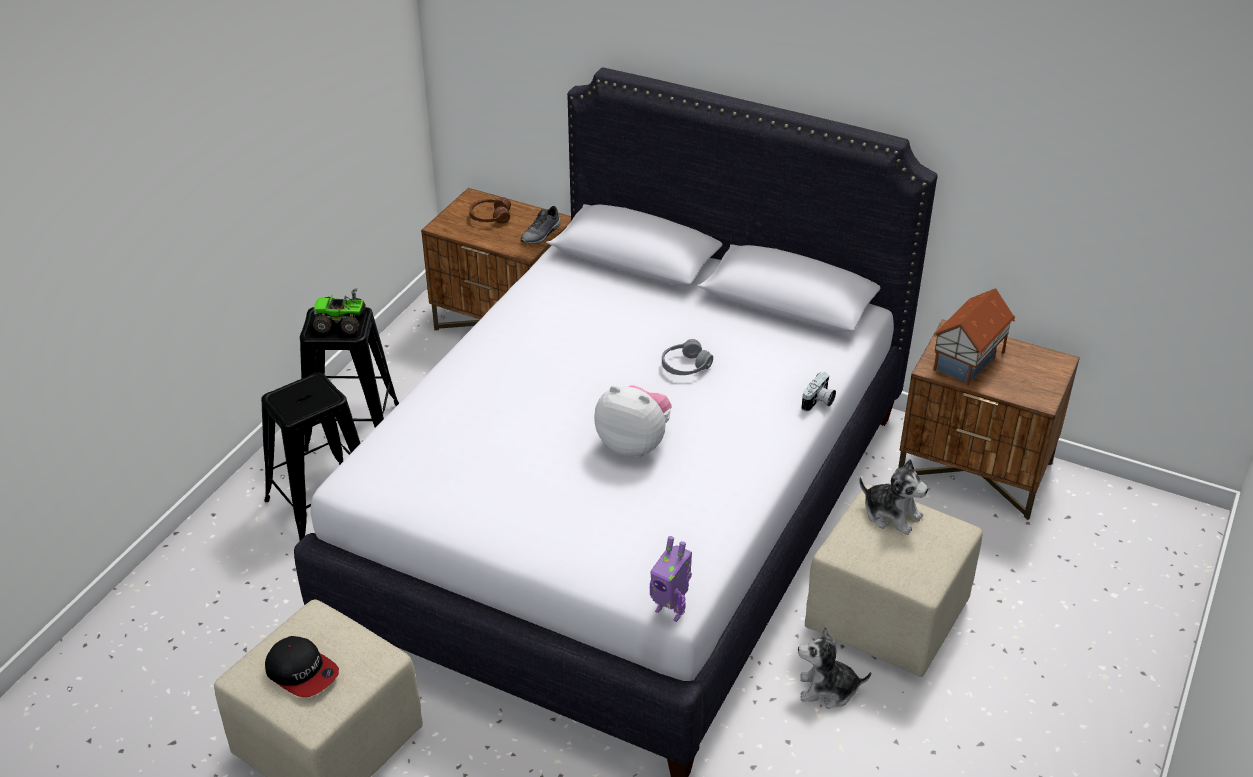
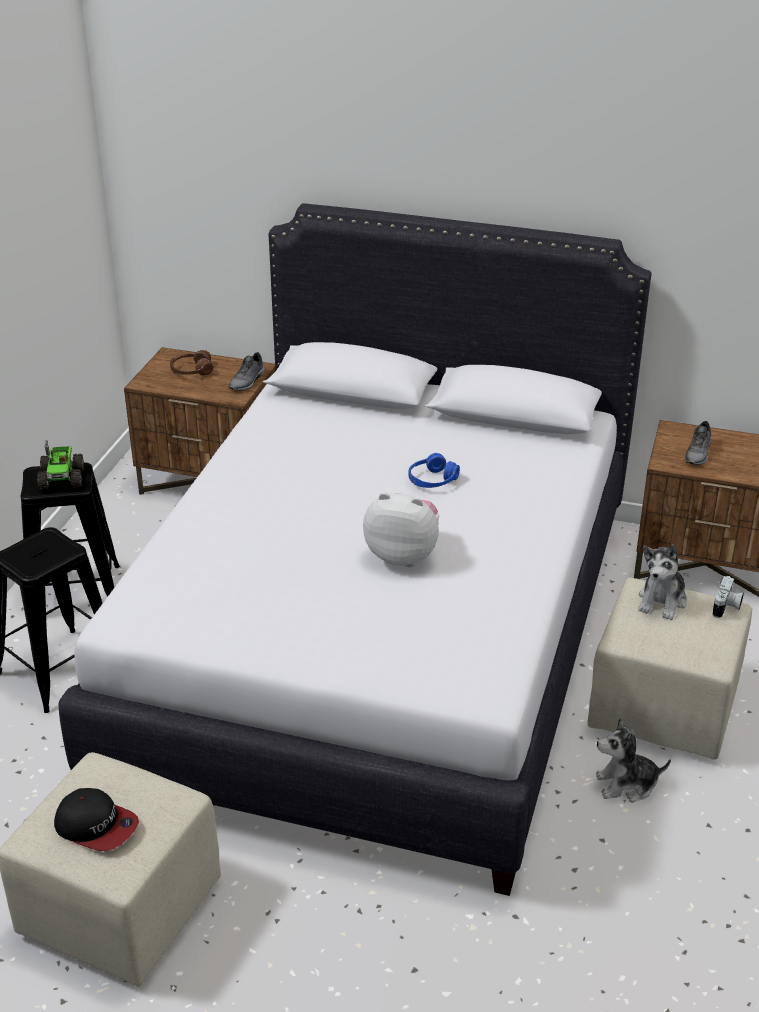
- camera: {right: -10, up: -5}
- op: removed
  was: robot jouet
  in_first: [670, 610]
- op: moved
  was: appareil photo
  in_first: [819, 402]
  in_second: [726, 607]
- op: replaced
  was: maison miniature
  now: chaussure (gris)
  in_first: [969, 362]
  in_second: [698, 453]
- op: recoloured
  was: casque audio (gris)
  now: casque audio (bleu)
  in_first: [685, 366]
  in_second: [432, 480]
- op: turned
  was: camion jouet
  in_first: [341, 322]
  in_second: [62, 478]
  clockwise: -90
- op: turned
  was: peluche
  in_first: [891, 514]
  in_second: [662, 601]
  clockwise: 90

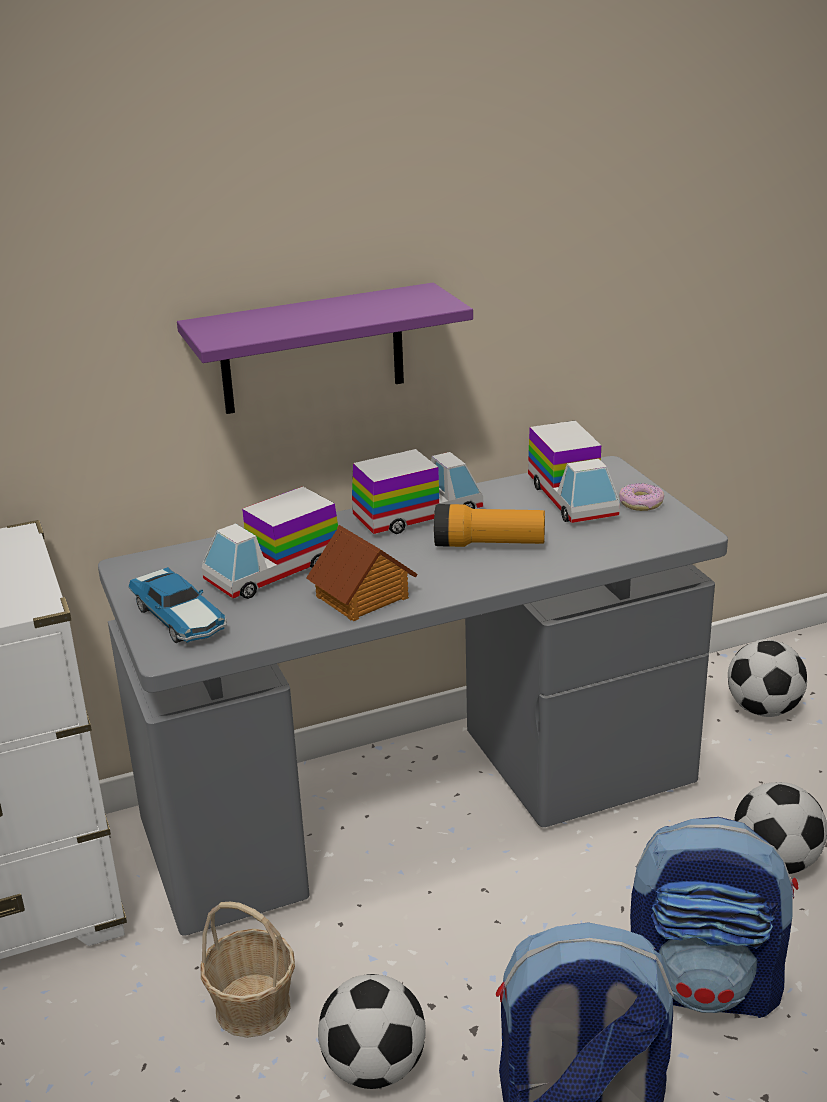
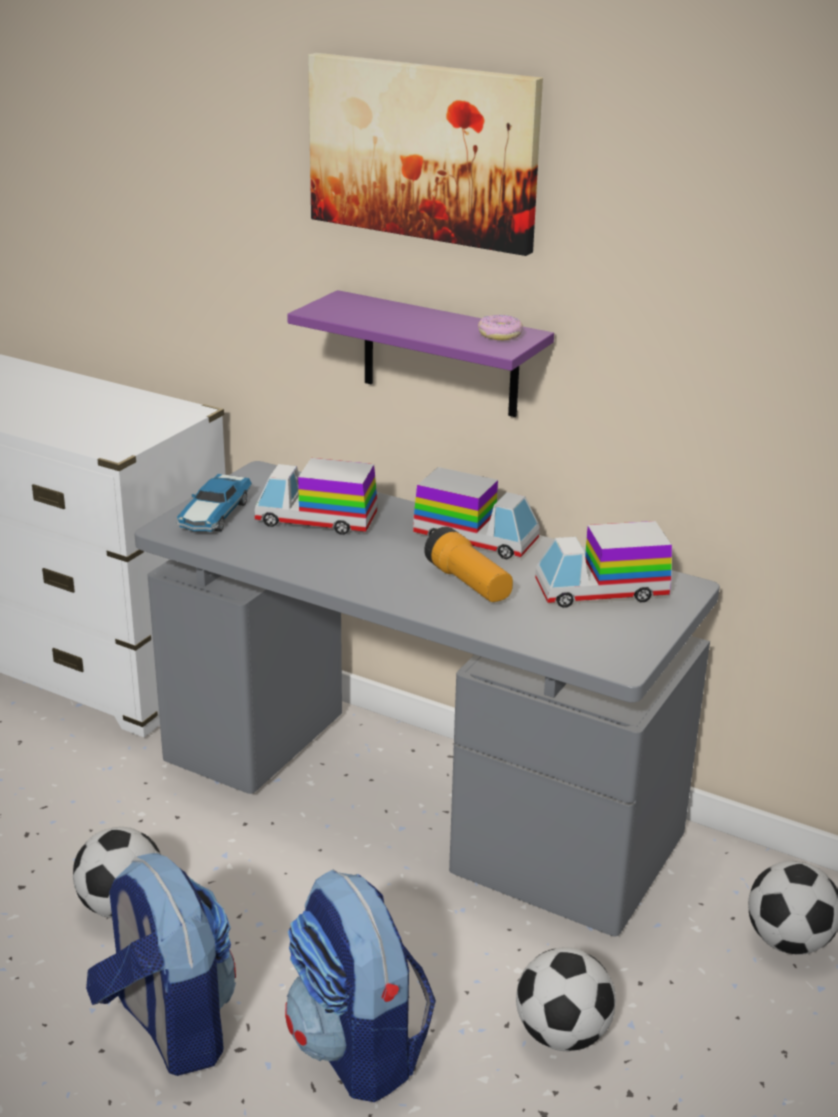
- camera: {right: 50, up: 0}
- op: removed
  was: panier
  in_first: [252, 1006]
- op: removed
  was: maison miniature
  in_first: [363, 597]
- op: added
  now: tableau
  in_second: [423, 151]
- op: moved
  was: beignet
  in_first: [641, 503]
  in_second: [499, 335]
- op: turned
  was: camion jouet
  in_first: [572, 499]
  in_second: [601, 591]
  clockwise: 45

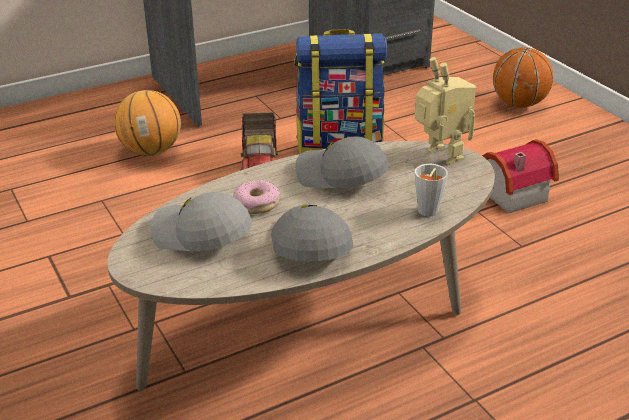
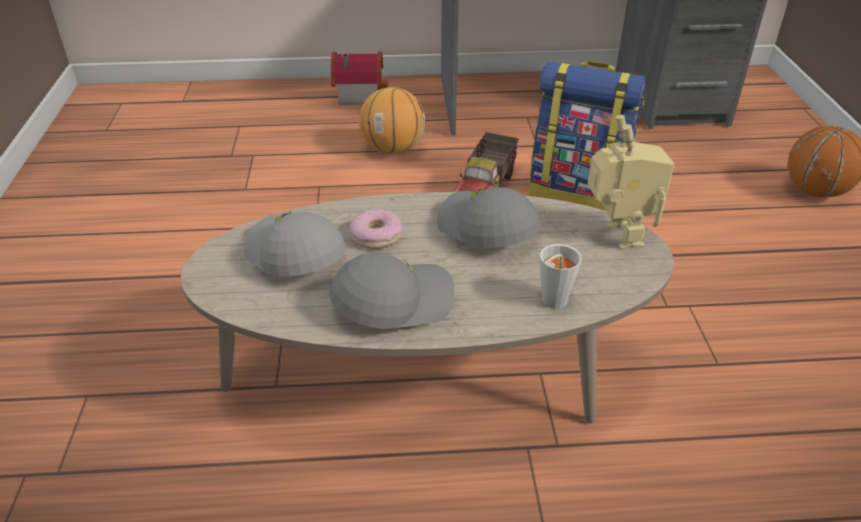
- camera: {right: 25, up: 5}
- op: moved
  was: maison miniature
  in_first: [509, 194]
  in_second: [358, 94]
- op: turned
  was: casquette (gris)
  in_first: [309, 245]
  in_second: [393, 301]
  clockwise: 45

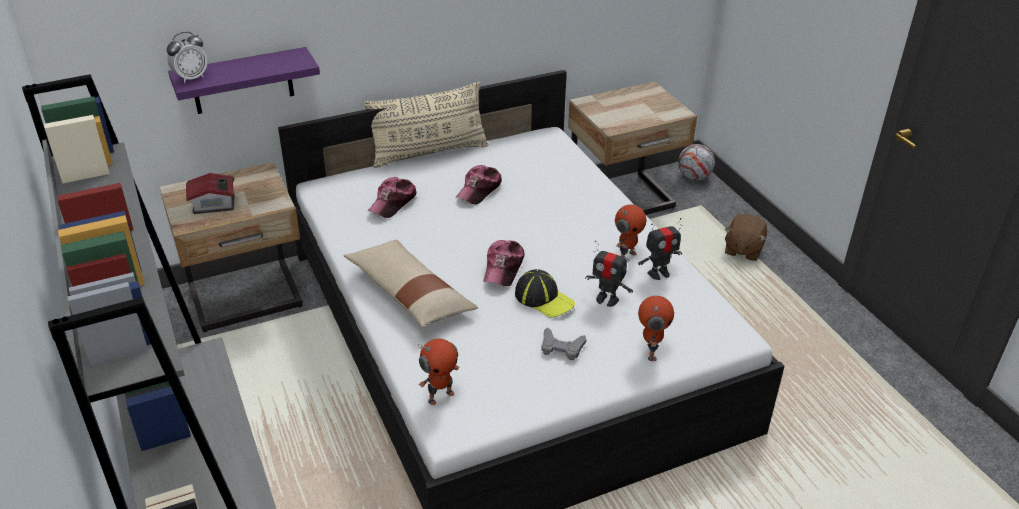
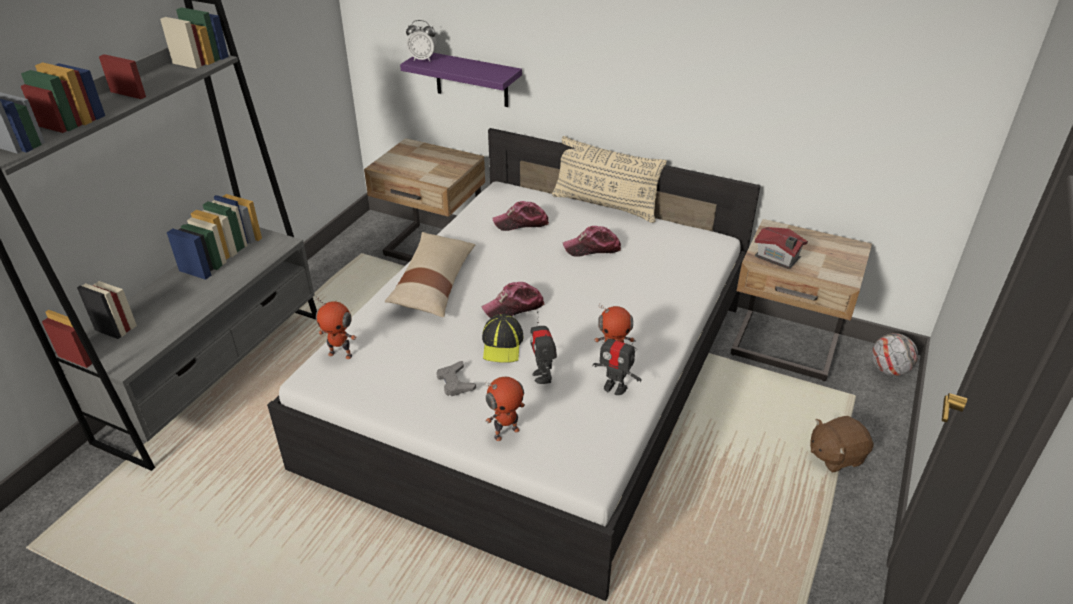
- camera: {right: 50, up: 0}
- op: moved
  was: maison miniature
  in_first: [215, 205]
  in_second: [778, 258]

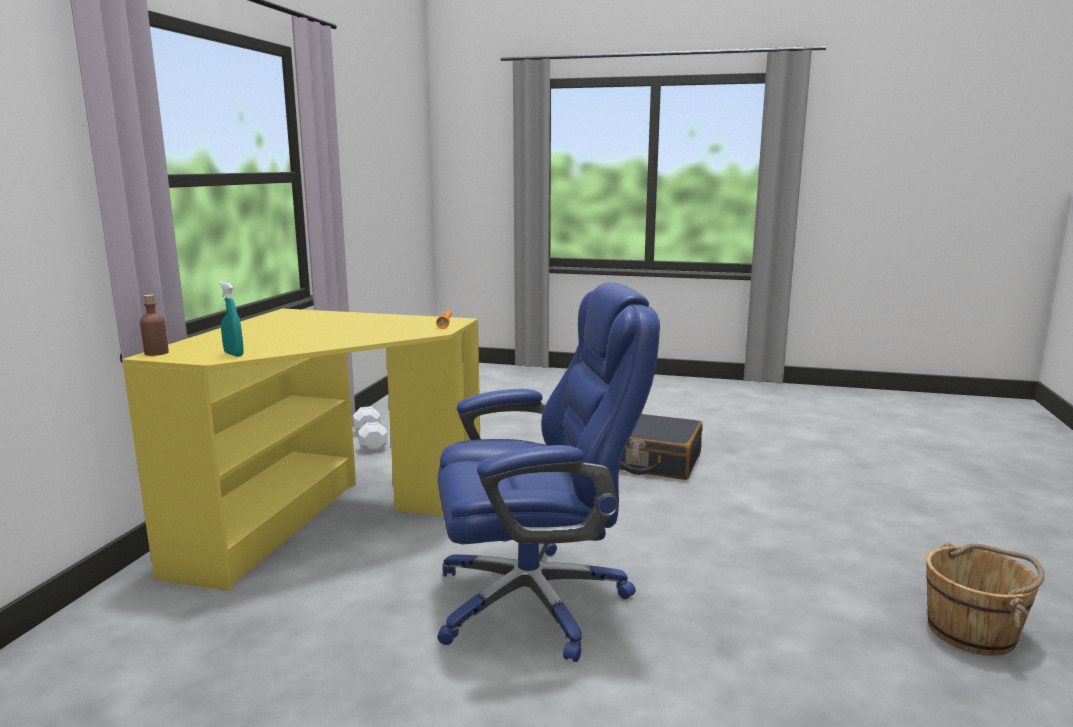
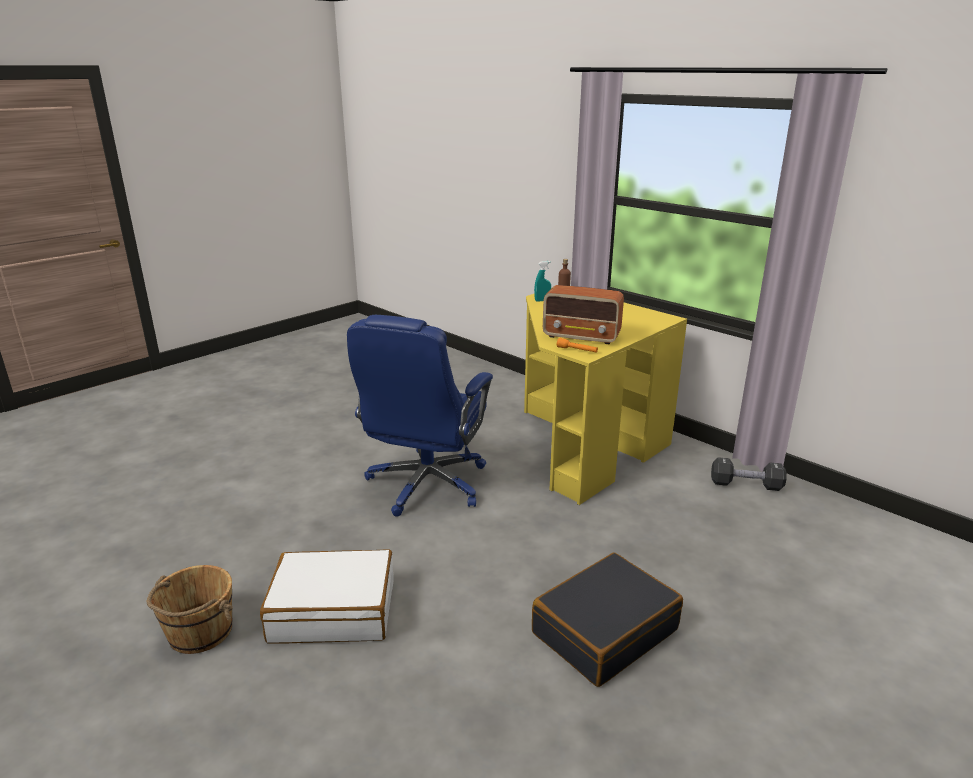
- camera: {right: 120, up: 10}
- op: added
  now: valise (blanc)
  in_second: [333, 610]
- op: added
  now: radio
  in_second: [582, 337]
- op: recoloured
  was: haltère (blanc)
  now: haltère (noir)
  in_first: [370, 440]
  in_second: [746, 484]

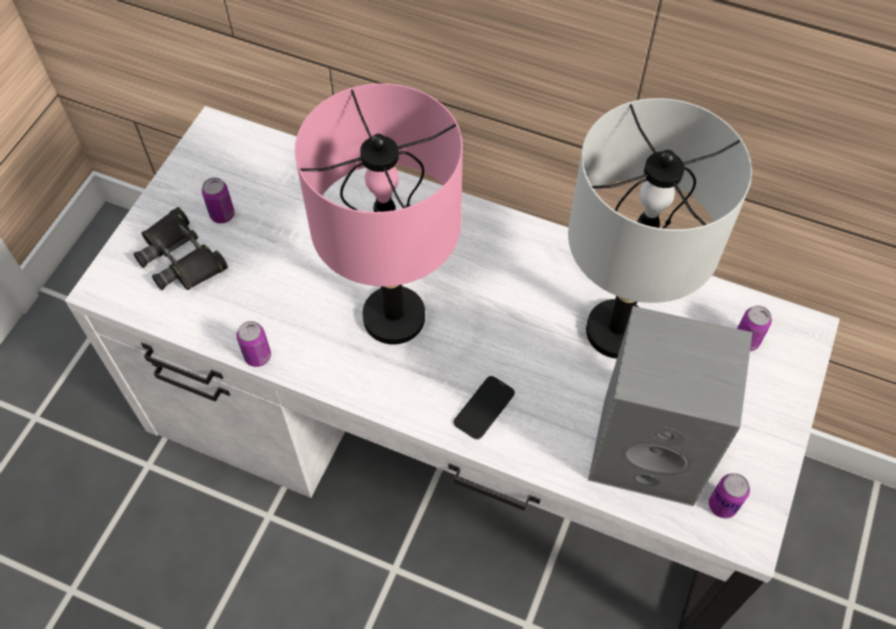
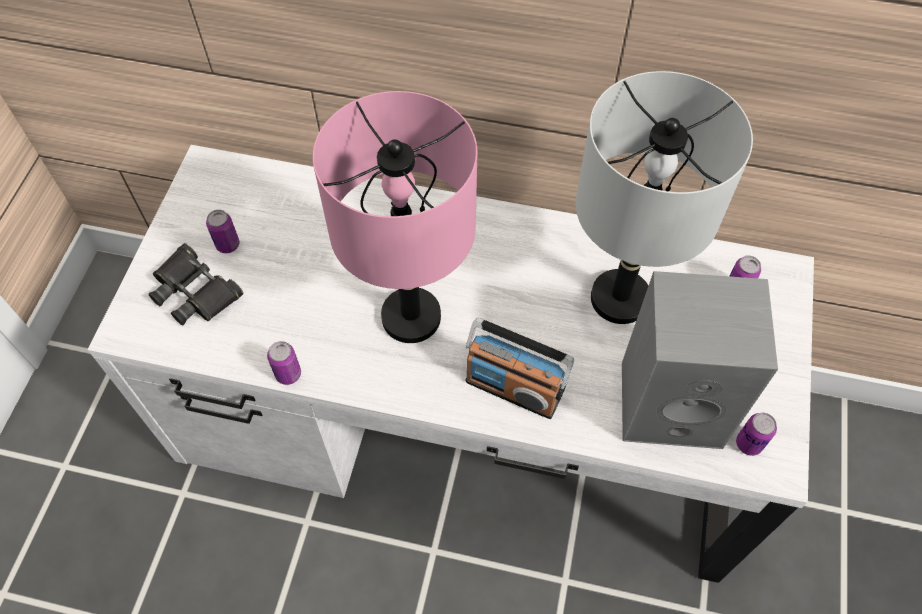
- camera: {right: -10, up: 0}
- op: replaced
  was: téléphone
  now: radio
  in_first: [484, 408]
  in_second: [513, 389]

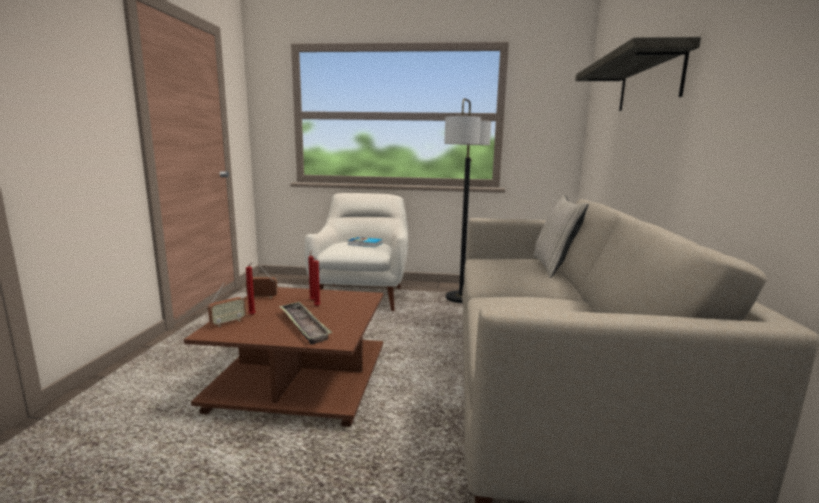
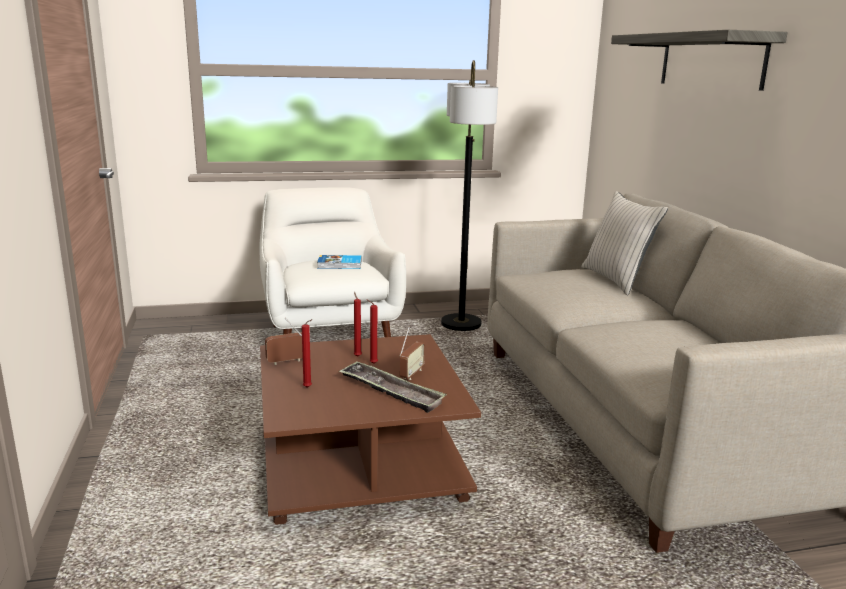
- camera: {right: -20, up: 5}
- op: moved
  was: radio
  in_first: [228, 323]
  in_second: [411, 374]

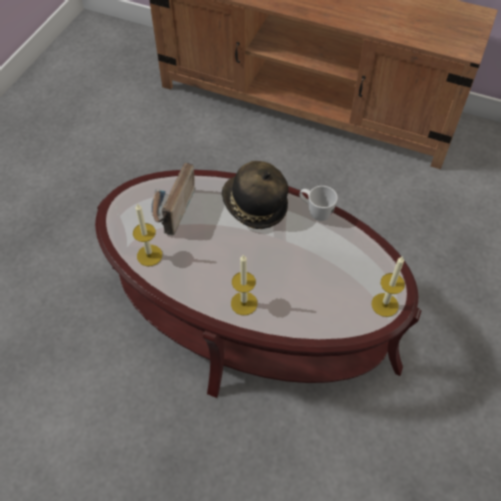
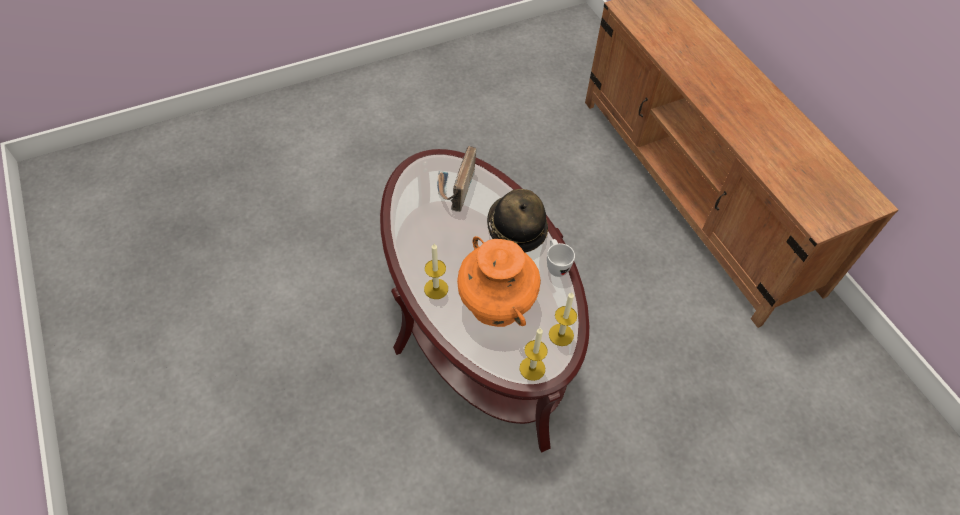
- camera: {right: 40, up: 0}
- op: added
  now: vase (orange)
  in_second: [496, 303]
- op: moved
  was: bougie
  in_first: [149, 255]
  in_second: [561, 335]
- op: turned
  was: radio
  in_first: [170, 211]
  in_second: [454, 190]
  clockwise: -45

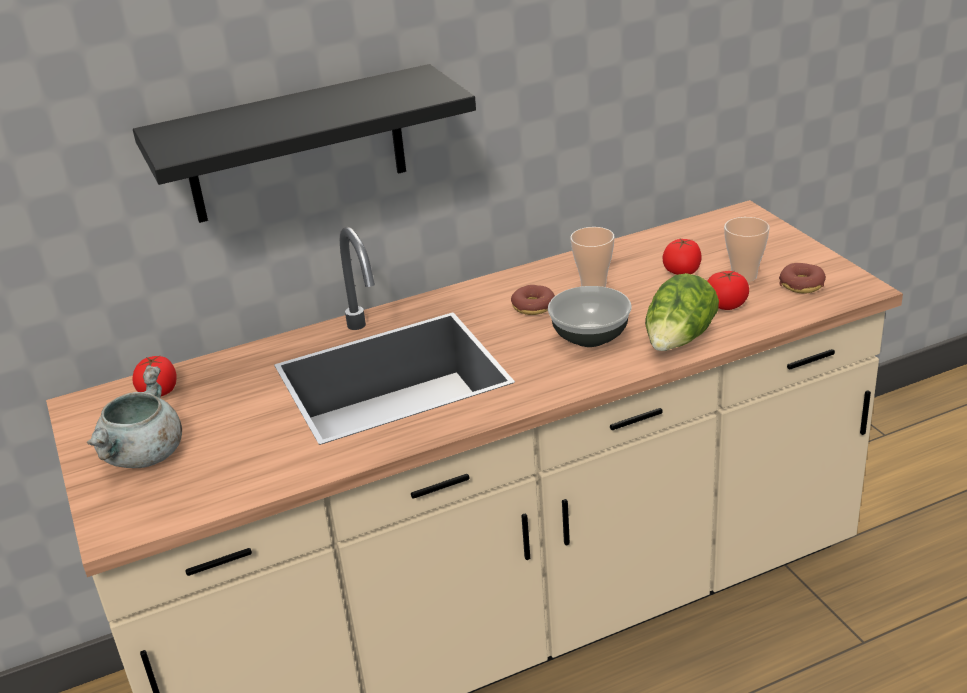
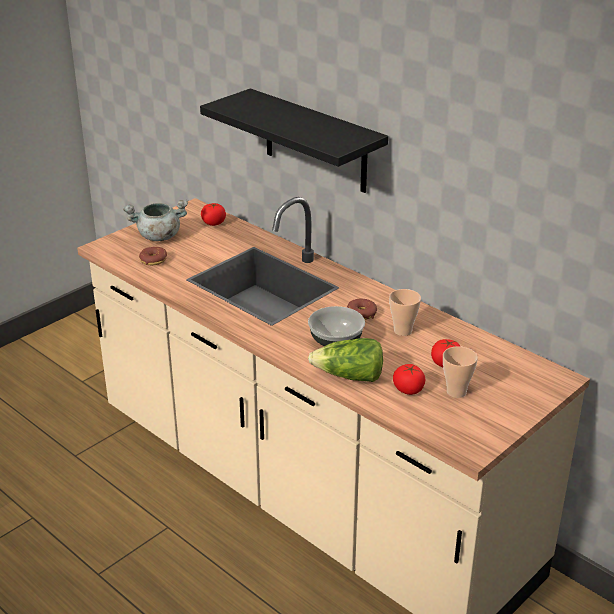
- camera: {right: 65, up: 0}
- op: moved
  was: beignet
  in_first: [802, 285]
  in_second: [153, 260]

